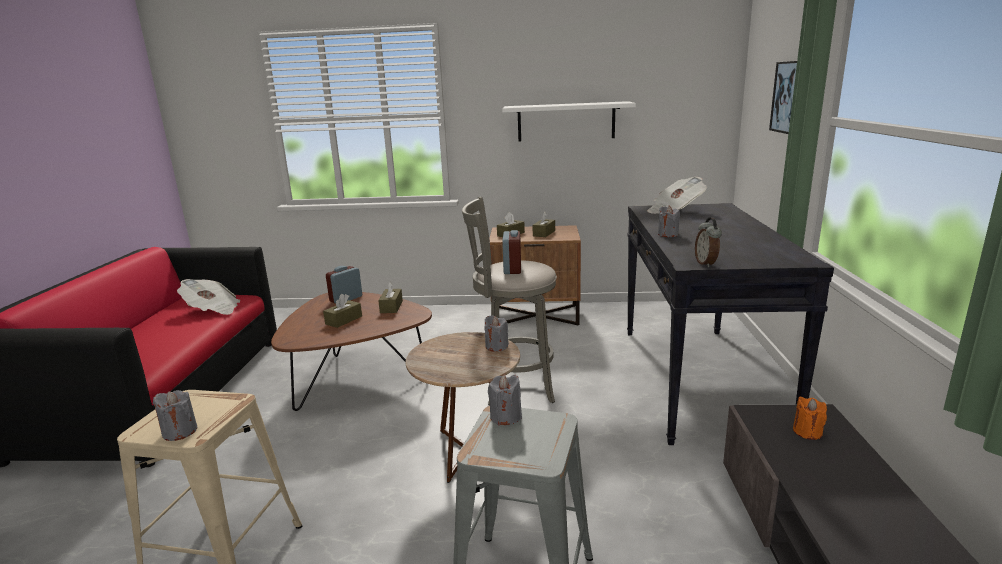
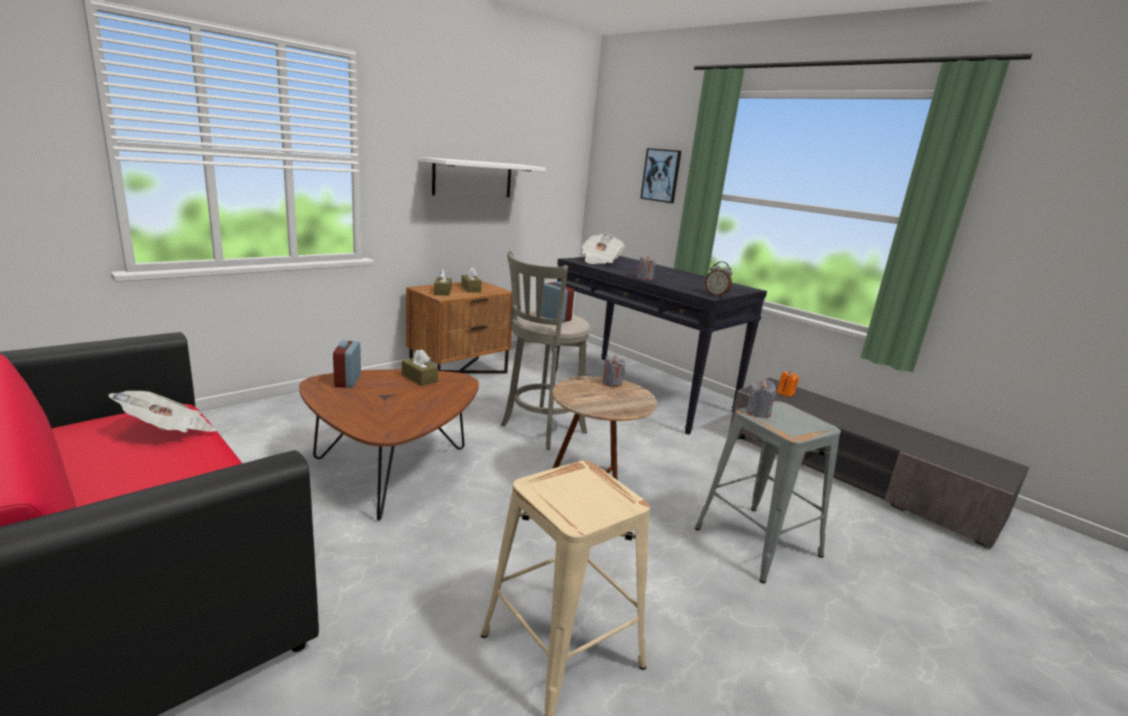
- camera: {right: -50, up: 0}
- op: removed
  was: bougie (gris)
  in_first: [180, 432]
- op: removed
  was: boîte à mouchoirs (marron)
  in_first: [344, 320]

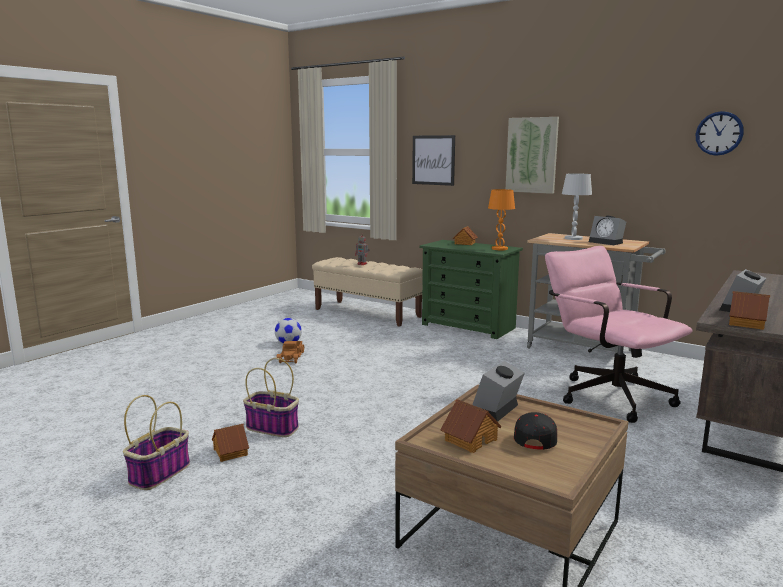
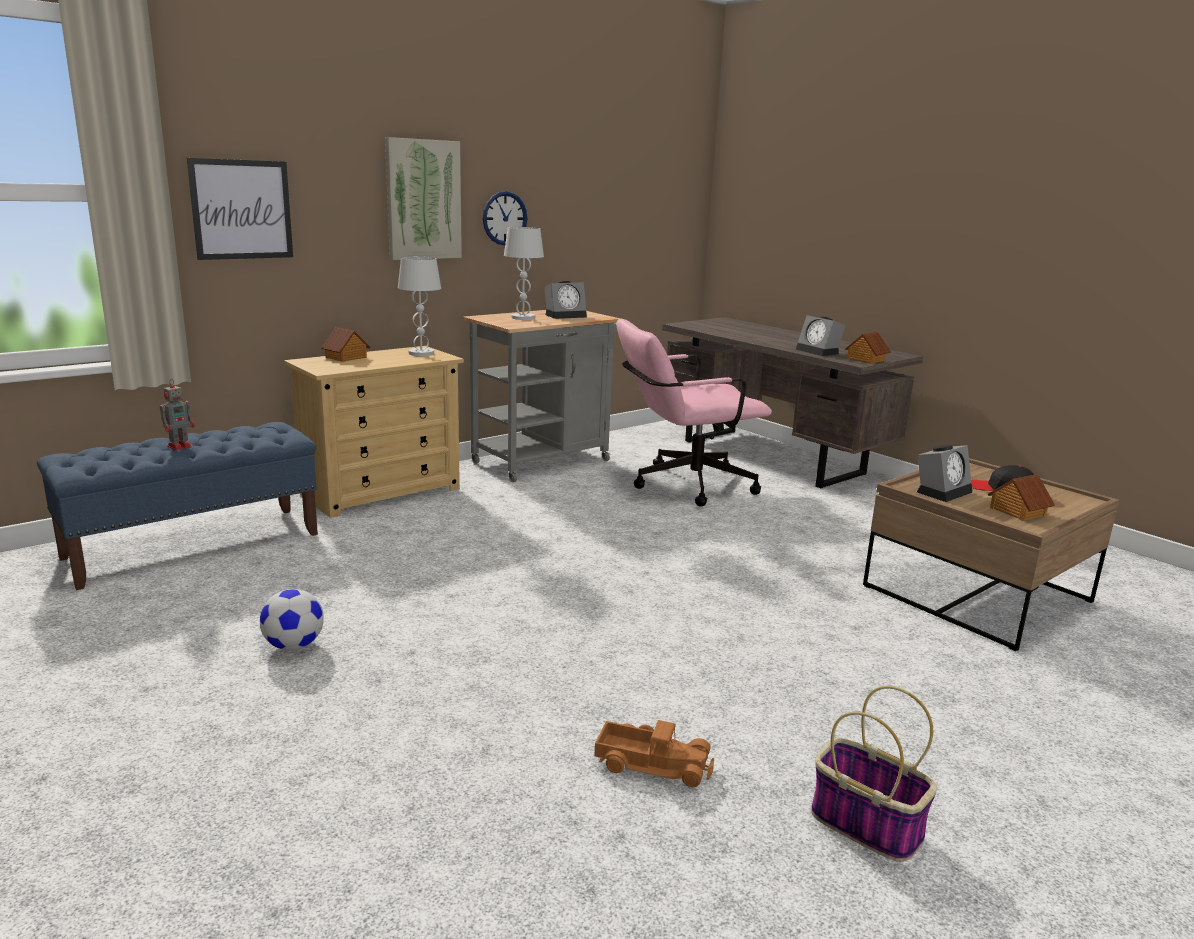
- camera: {right: -75, up: 5}
- op: removed
  was: maison miniature
  in_first: [230, 452]
- op: removed
  was: panier
  in_first: [273, 428]
- op: moved
  was: camion jouet
  in_first: [292, 357]
  in_second: [653, 763]
- op: moved
  was: horloge murale
  in_first: [719, 133]
  in_second: [504, 218]
- op: recoloured
  was: banc (beige)
  now: banc (bleu)
  in_first: [367, 313]
  in_second: [194, 545]
- op: recoloured
  was: commode (vert)
  now: commode (beige)
  in_first: [468, 326]
  in_second: [382, 492]
- op: recoloured
  was: lampe de table (orange)
  now: lampe de table (blanc)
  in_first: [499, 249]
  in_second: [421, 353]
- op: turned
  was: réveil
  in_first: [495, 410]
  in_second: [942, 491]
  clockwise: -90

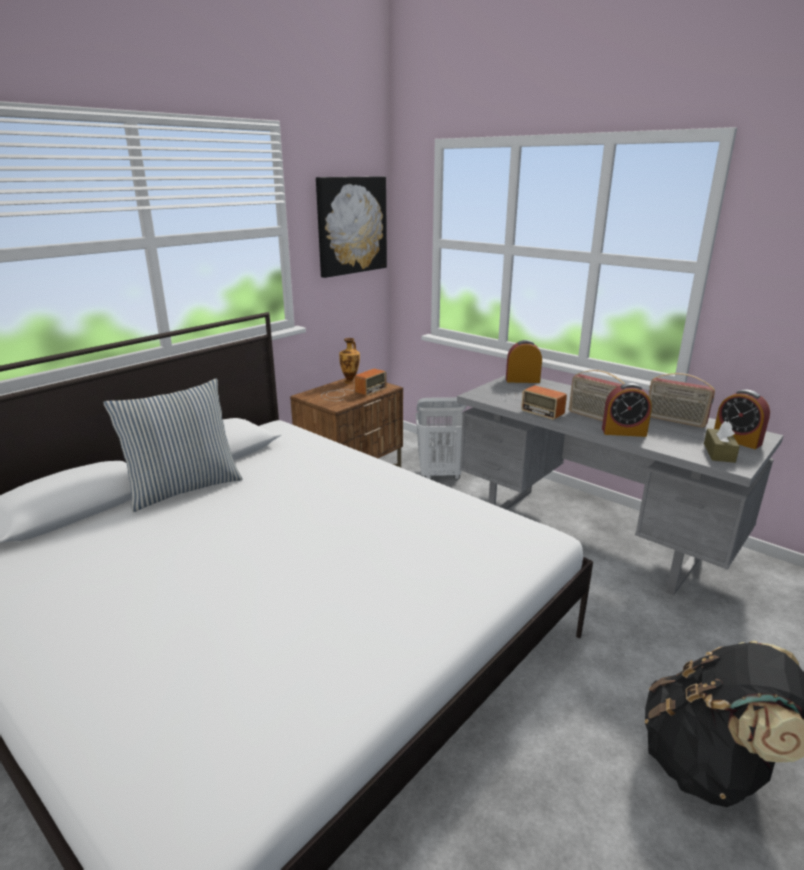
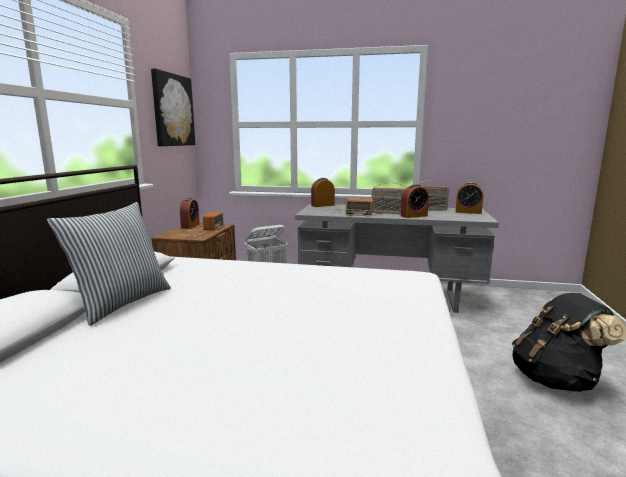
- camera: {right: -30, up: -10}
- op: removed
  was: boîte à mouchoirs (marron)
  in_first: [719, 453]
- op: replaced
  was: vase
  now: réveil
  in_first: [350, 381]
  in_second: [190, 226]

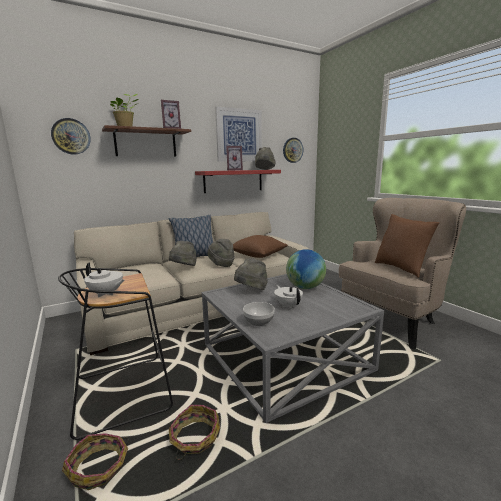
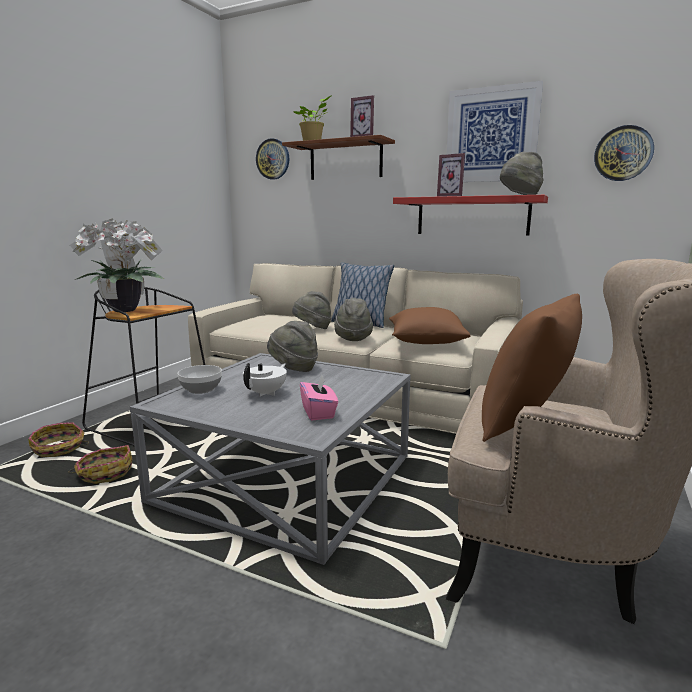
- camera: {right: 55, up: 0}
- op: removed
  was: globe
  in_first: [305, 287]
- op: added
  now: boîte à mouchoirs (rose)
  in_second: [318, 412]
- op: replaced
  was: théière (blanc)
  now: plante en pot
  in_first: [106, 294]
  in_second: [127, 310]

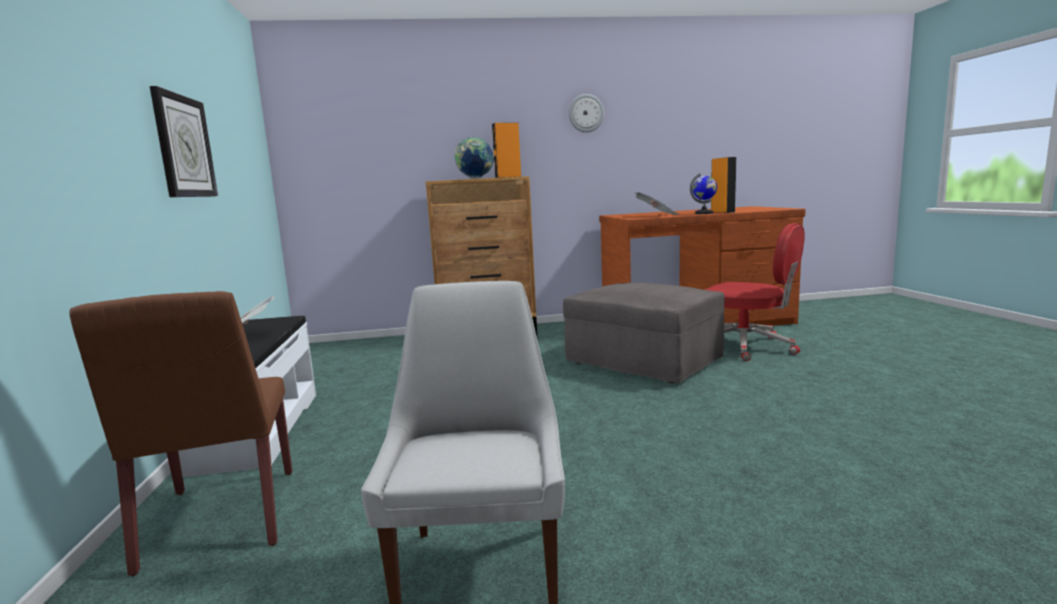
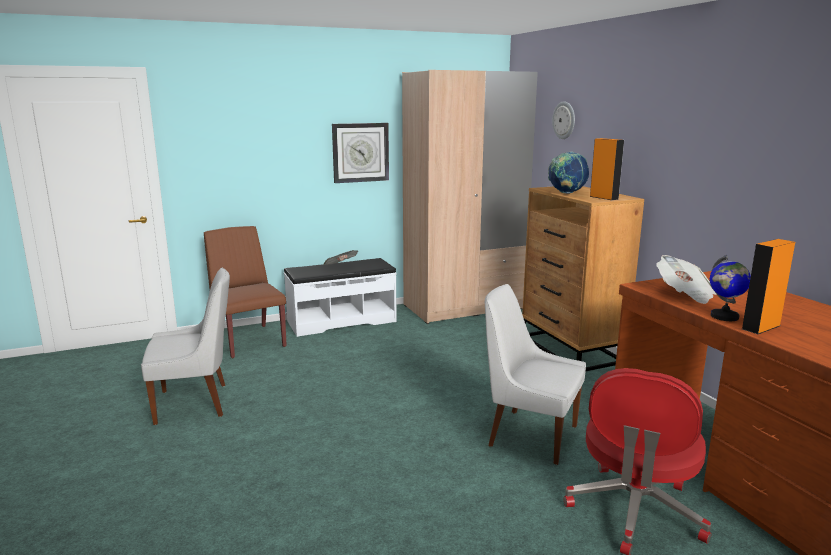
- camera: {right: 75, up: 5}
- op: added
  now: armoire (beige)
  in_second: [463, 307]
- op: moved
  was: horloge murale
  in_first: [586, 113]
  in_second: [564, 120]
- op: replaced
  was: pouf (gris)
  now: chaise (blanc)
  in_first: [642, 361]
  in_second: [529, 435]
- op: turned
  was: chaise (marron)
  in_first: [222, 518]
  in_second: [248, 340]
  clockwise: 90

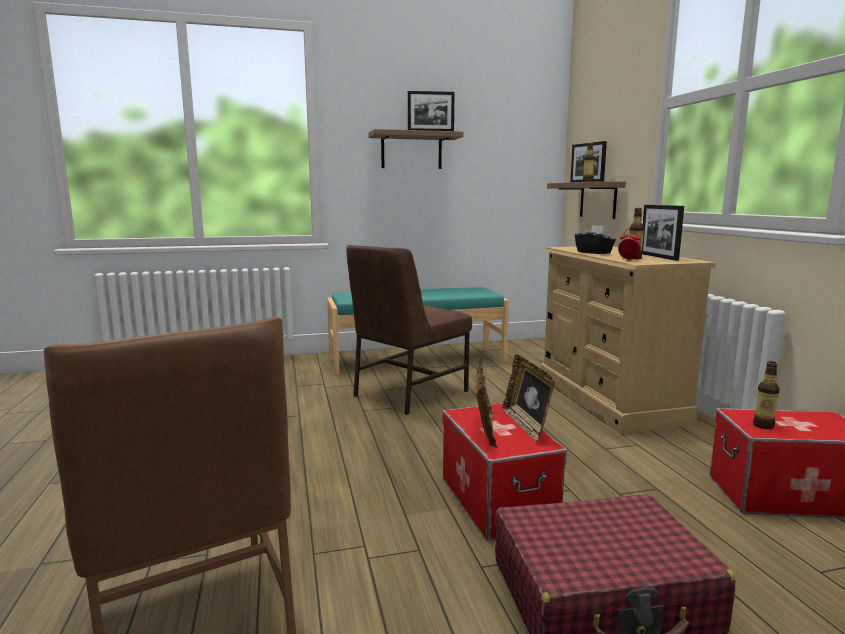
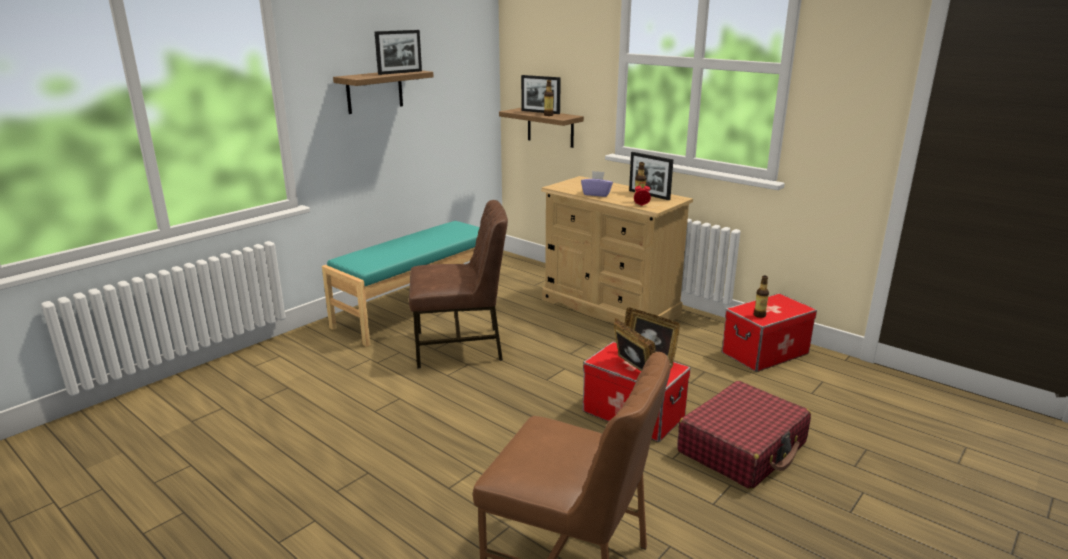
- camera: {right: -35, up: 10}
- op: recoloured
  was: boîte à mouchoirs (noir)
  now: boîte à mouchoirs (violet)
  in_first: [594, 252]
  in_second: [596, 194]
- op: turned
  was: chaise (marron)
  in_first: [408, 393]
  in_second: [460, 346]
  clockwise: -105

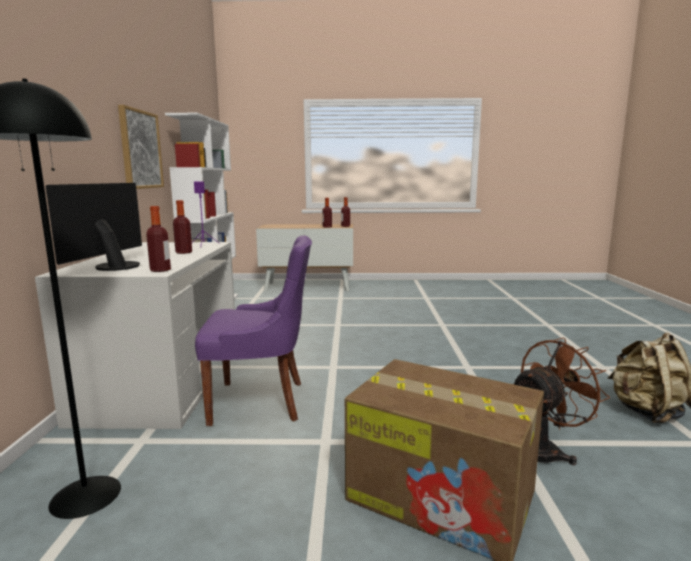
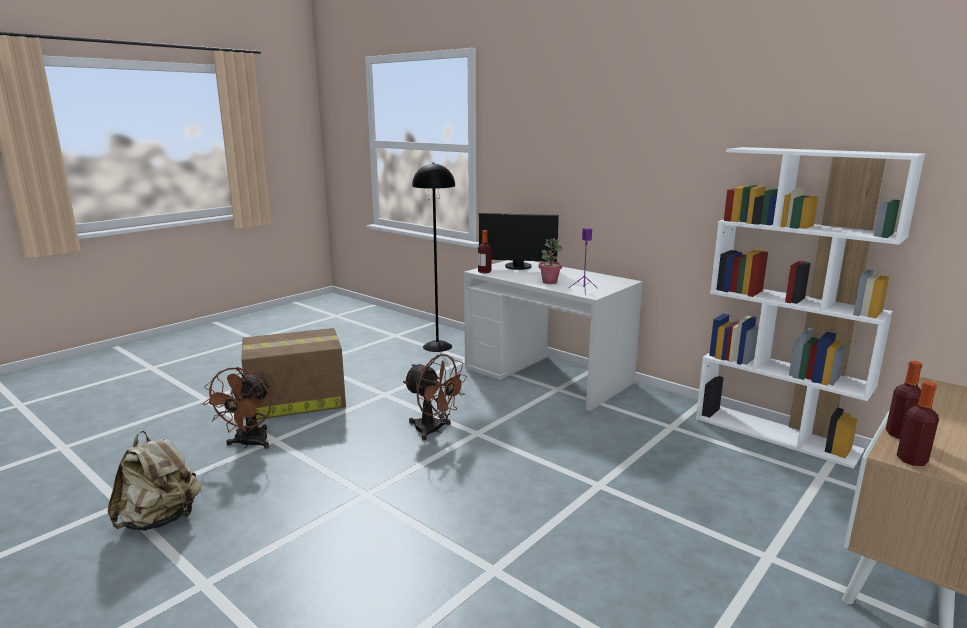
- camera: {right: 130, up: 5}
- op: removed
  was: tableau
  in_first: [140, 149]
- op: removed
  was: chaise (violet)
  in_first: [261, 401]
- op: added
  now: ventilateur (marron)
  in_second: [434, 430]
- op: replaced
  was: bouteille
  now: plante en pot
  in_first: [183, 252]
  in_second: [549, 282]
- op: turned
  was: écran d'ordinateur
  in_first: [113, 266]
  in_second: [518, 267]
  clockwise: 135

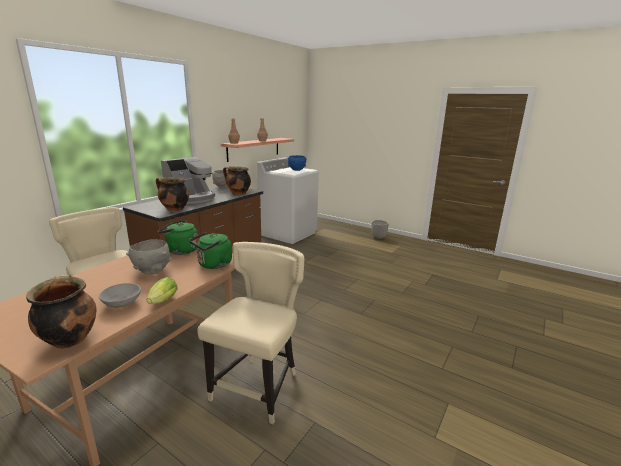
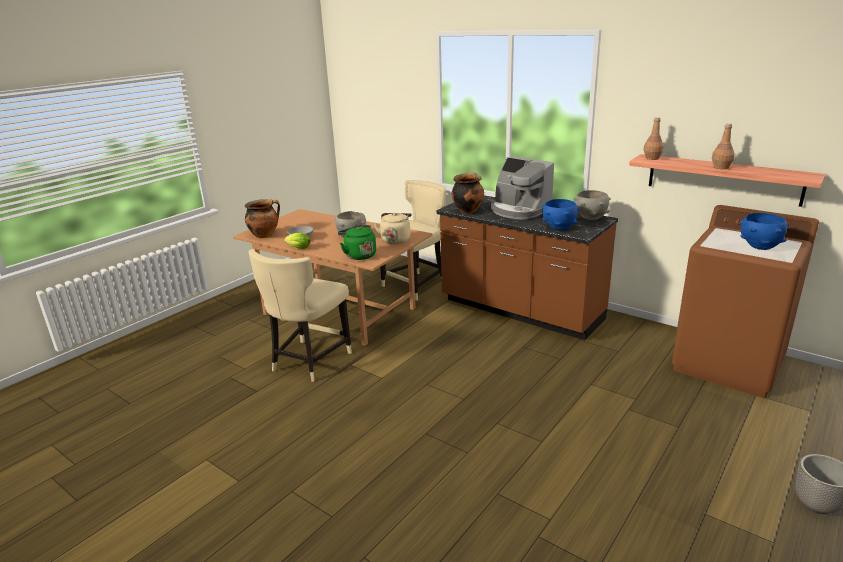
- camera: {right: 95, up: 5}
- op: replaced
  was: marmite
  now: bol (bleu)
  in_first: [238, 193]
  in_second: [559, 228]
- op: recoloured
  was: bouilloire (vert)
  now: bouilloire (beige)
  in_first: [180, 250]
  in_second: [395, 240]
- op: recoloured
  was: lave-linge (blanc)
  now: lave-linge (marron)
  in_first: [288, 233]
  in_second: [728, 364]
- op: turned
  was: chaise (beige)
  in_first: [258, 386]
  in_second: [309, 361]
  clockwise: 90

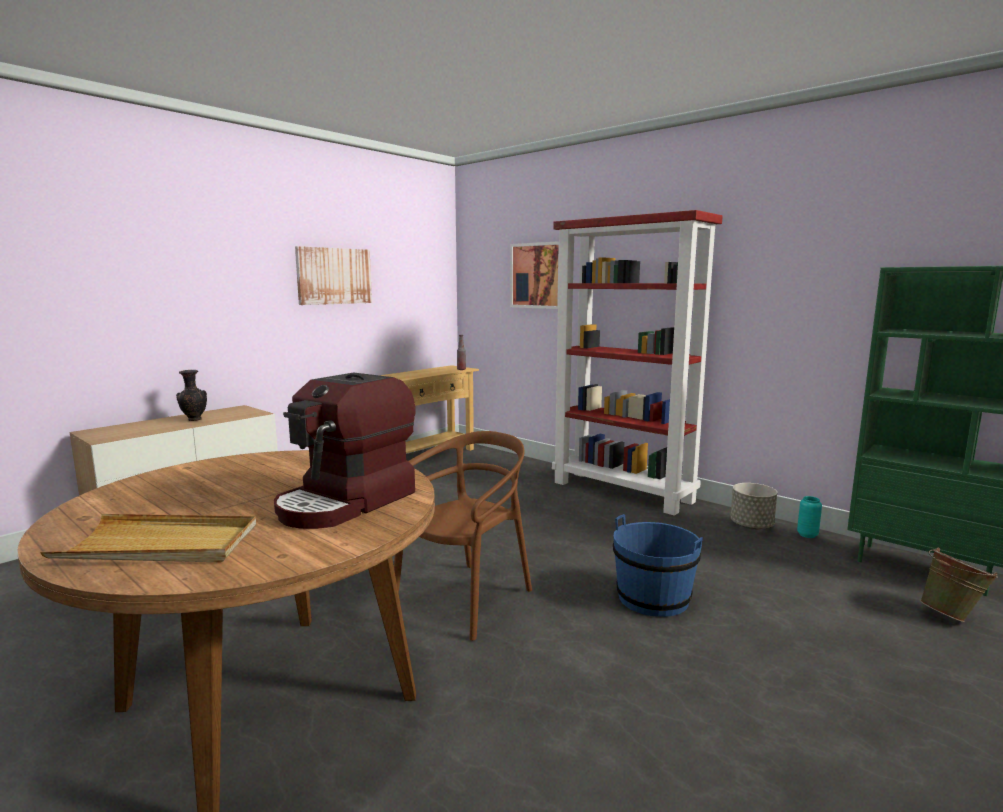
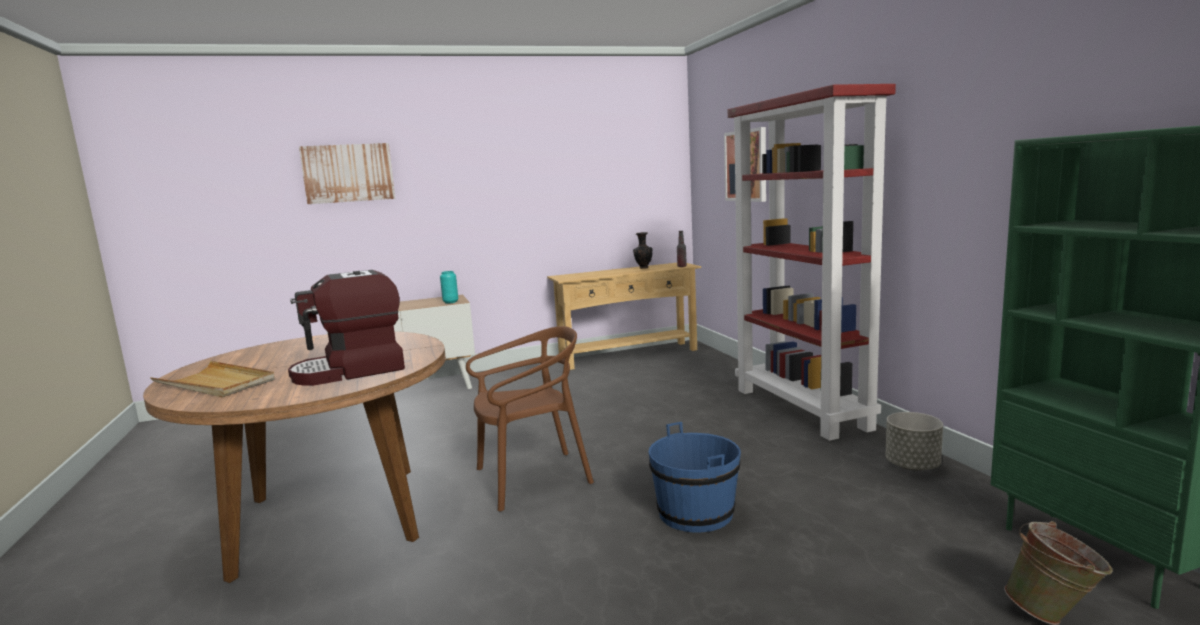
- camera: {right: 30, up: 0}
- op: moved
  was: vase (noir)
  in_first: [194, 420]
  in_second: [643, 268]
- op: moved
  was: tableau
  in_first: [334, 276]
  in_second: [348, 173]
- op: moved
  was: vase (turquoise)
  in_first: [807, 535]
  in_second: [450, 302]

